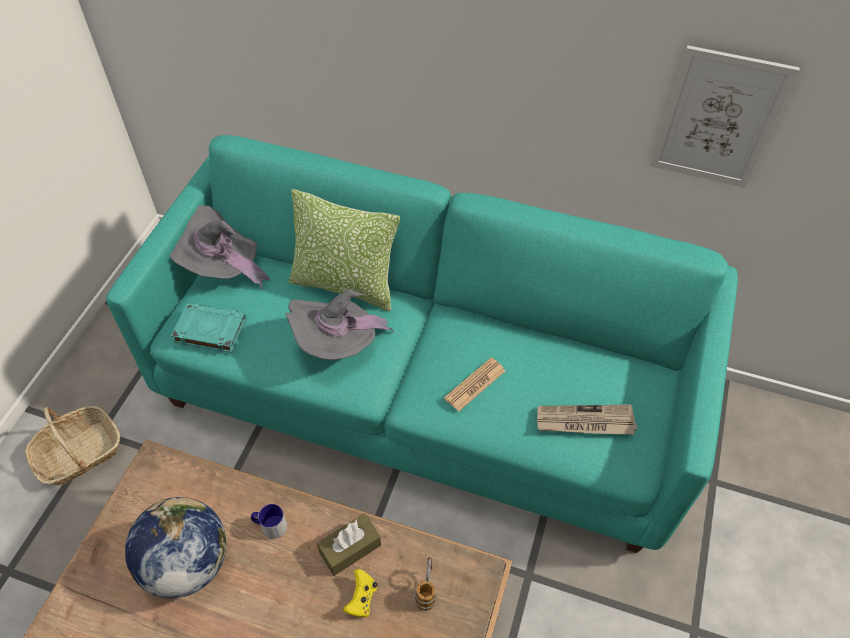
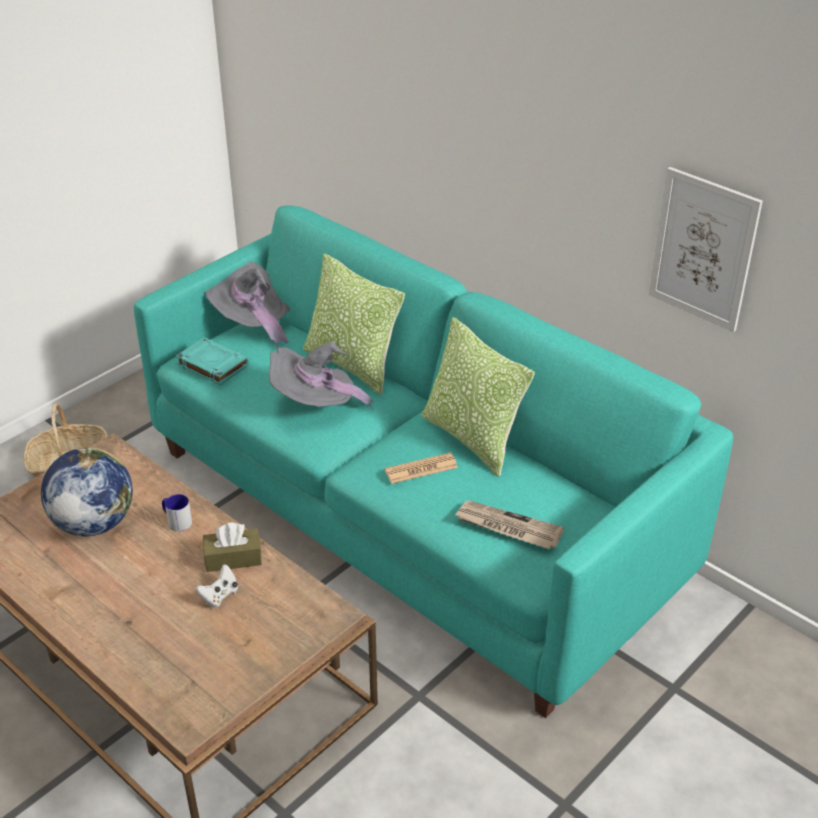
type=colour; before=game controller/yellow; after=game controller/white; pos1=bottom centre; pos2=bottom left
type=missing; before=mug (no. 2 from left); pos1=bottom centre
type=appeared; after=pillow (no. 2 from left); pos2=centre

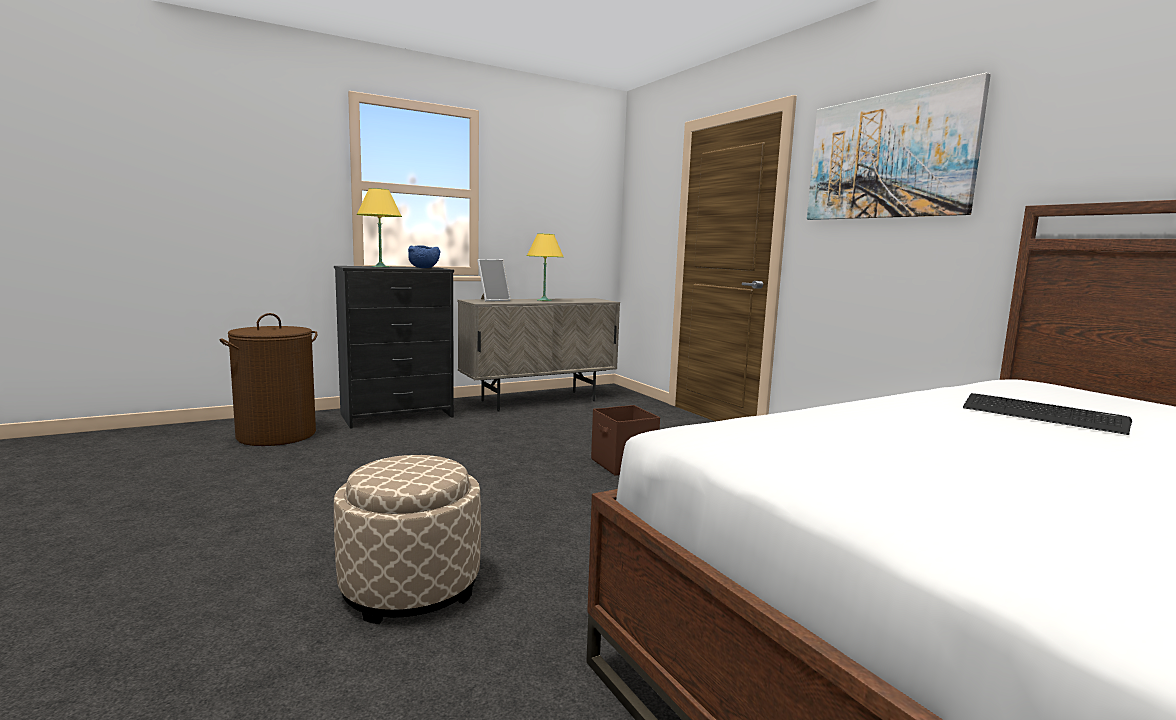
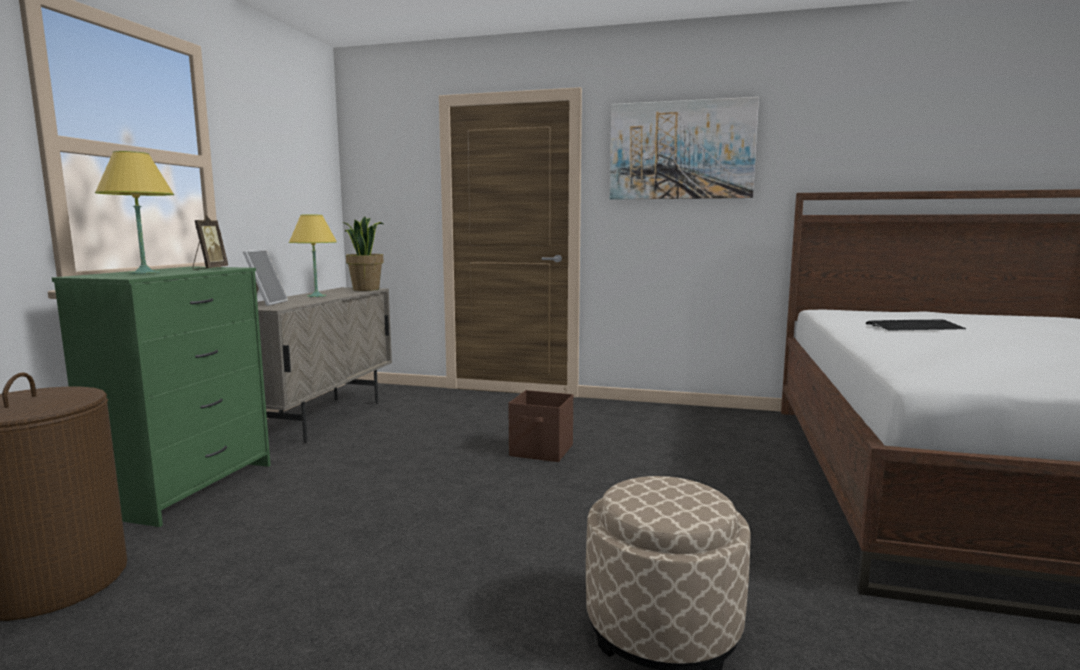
type=colour; before=dresser/black; after=dresser/green; pos1=centre; pos2=middle left
type=exchanged; before=bowl/blue; after=picture frame (no. 1 from left); pos1=centre; pos2=middle left
type=appeared; after=potted plant; pos2=centre

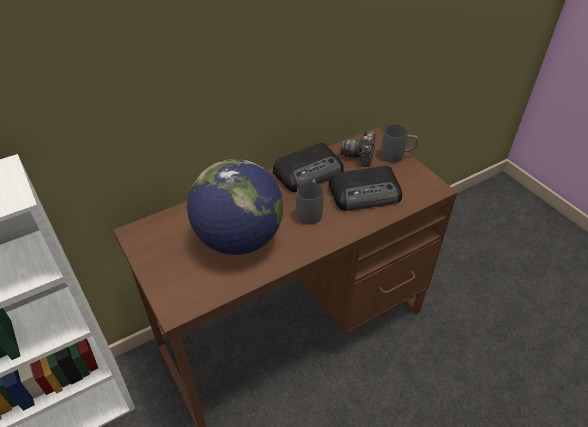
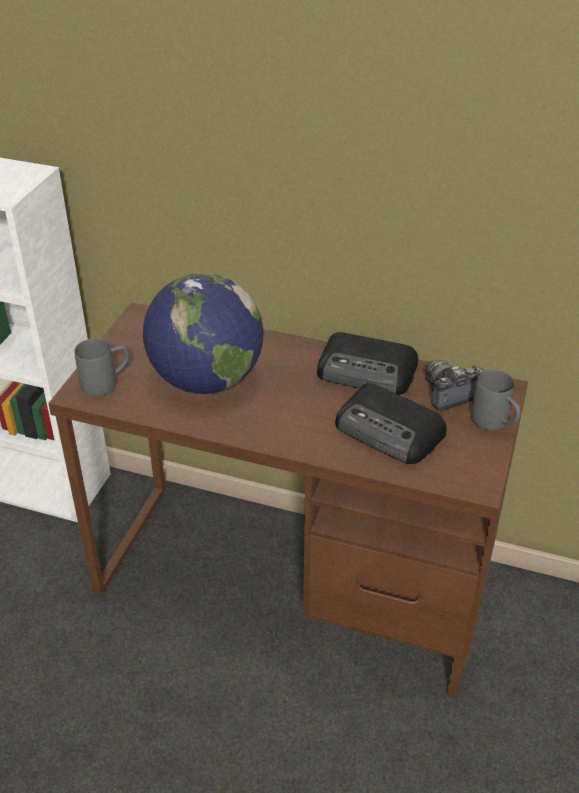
type=relocated; before=mug/grey (no. 1 from left); pos1=centre; pos2=middle left

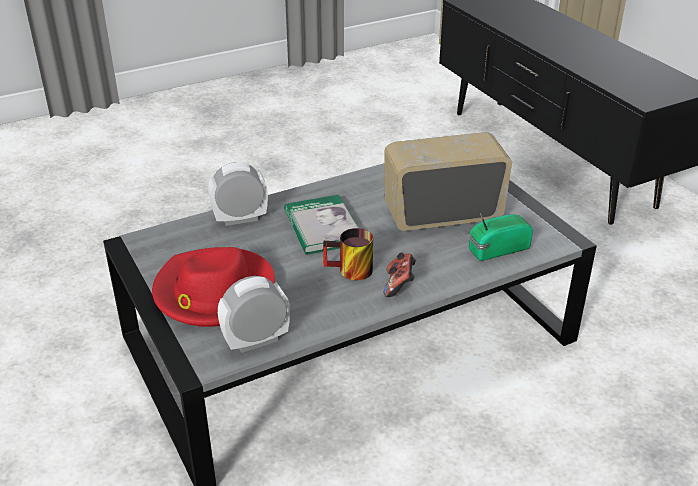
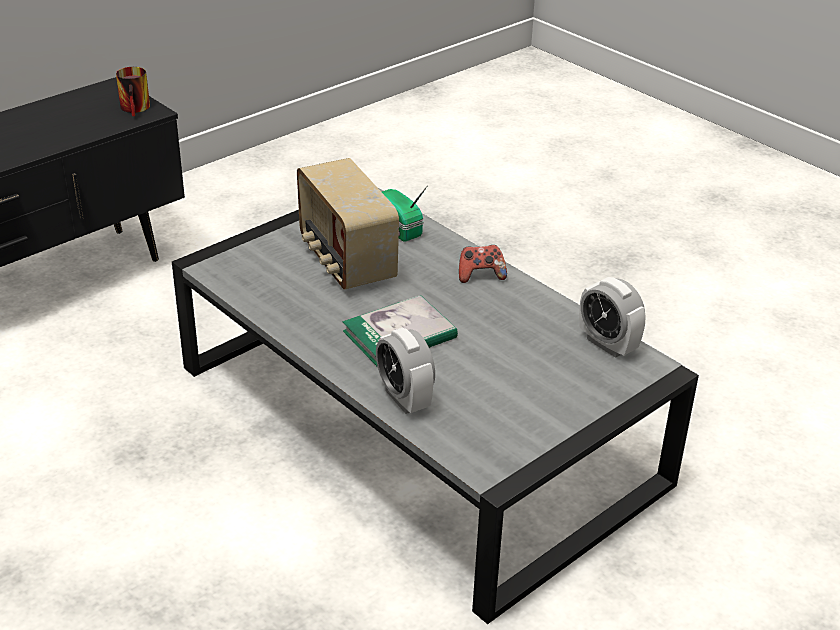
type=missing; before=hat/red; pos1=middle left
type=relocated; before=mug; pos1=centre; pos2=top left

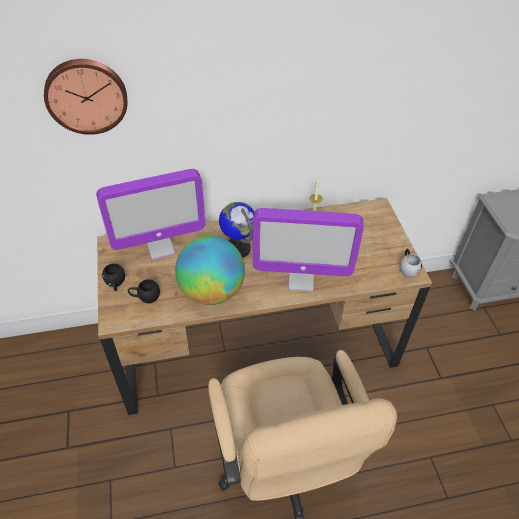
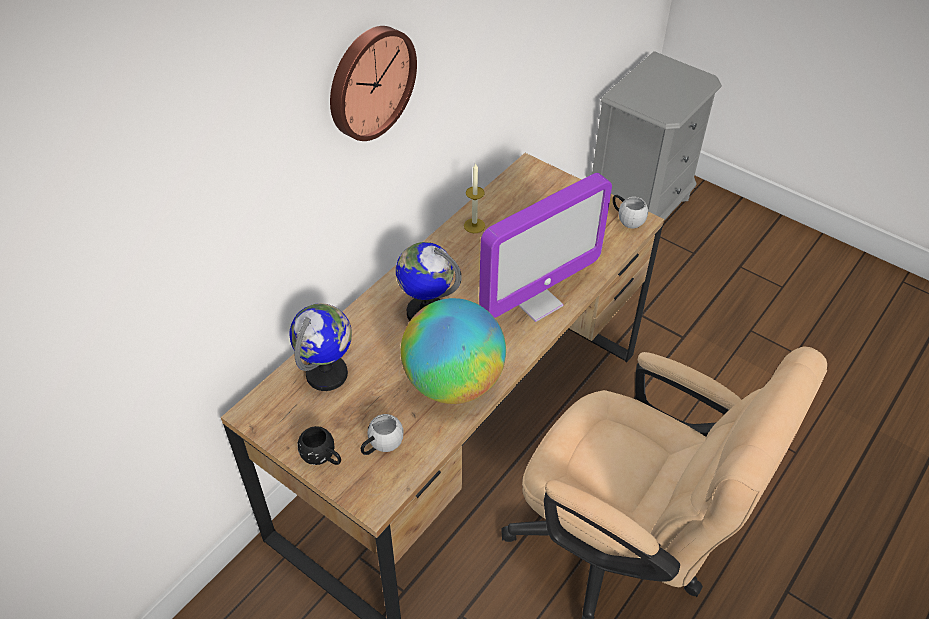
type=relocated; before=wall clock; pos1=top left; pos2=top centre
type=exchanged; before=monitor (no. 1 from left); after=globe (no. 1 from left); pos1=middle left; pos2=centre
type=colour; before=mug/black (no. 2 from left); after=mug/white (no. 1 from left); pos1=middle left; pos2=bottom centre

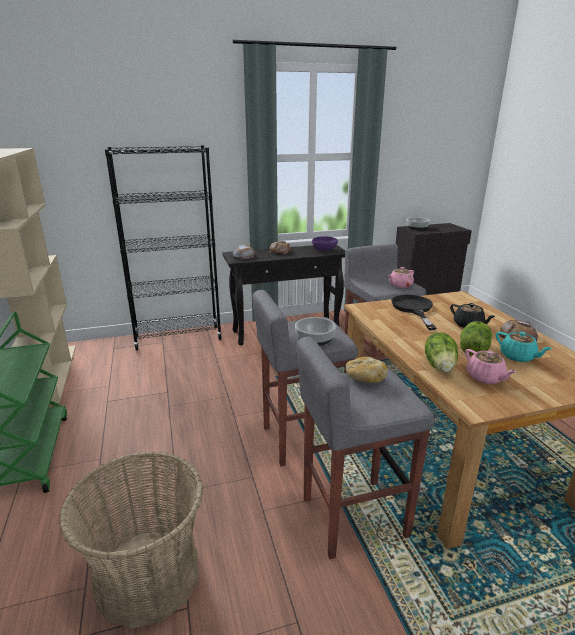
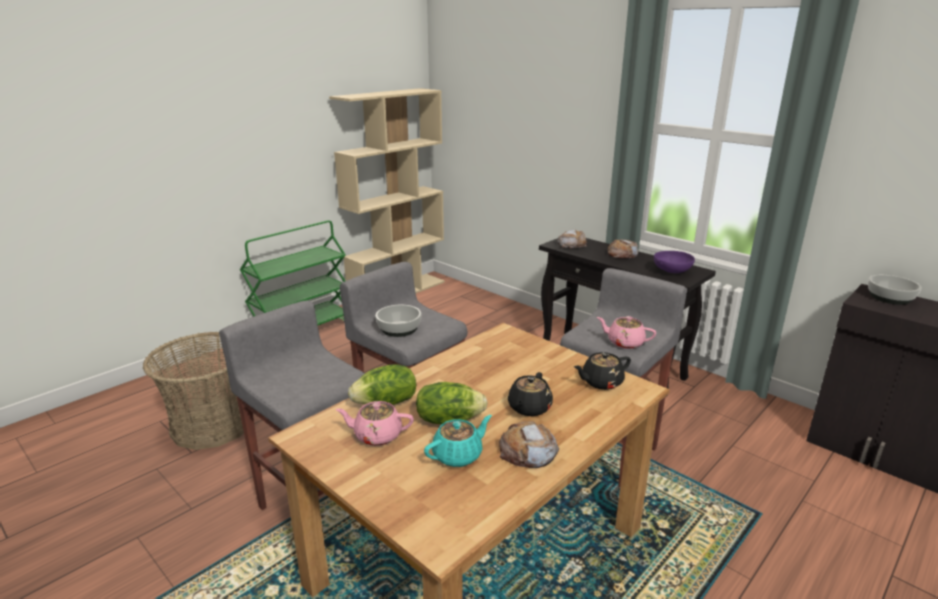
type=missing; before=bookcase/black; pos1=middle left
type=missing; before=bread (no. 3 from left); pos1=centre
type=missing; before=frying pan/black; pos1=middle right
type=spun; before=teapot/pink (no. 2 from left in the first image); pos1=middle right; pos2=bottom centre; turn=60
type=spun; before=teapot/turquoise; pos1=middle right; pos2=bottom centre; turn=-150
type=appeared; after=teapot/black (no. 2 from left); pos2=centre

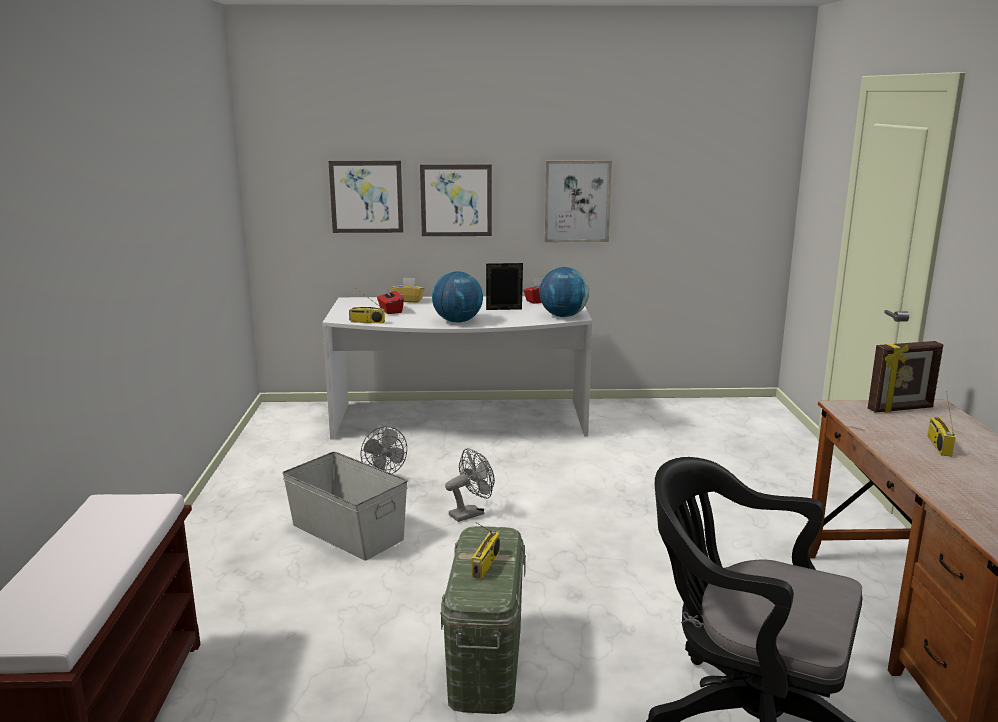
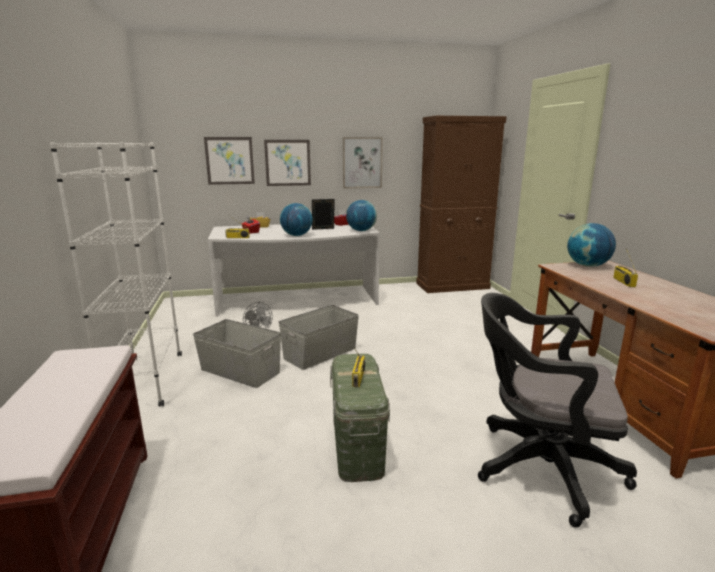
type=exchanged; before=fan/grey (no. 2 from left); after=storage box/grey (no. 2 from left); pos1=bottom centre; pos2=centre
type=exchanged; before=picture frame (no. 2 from left); after=globe (no. 3 from left); pos1=middle right; pos2=middle right
type=appeared; after=bookcase/white; pos2=middle left
type=appeared; after=cabinet/brown; pos2=centre

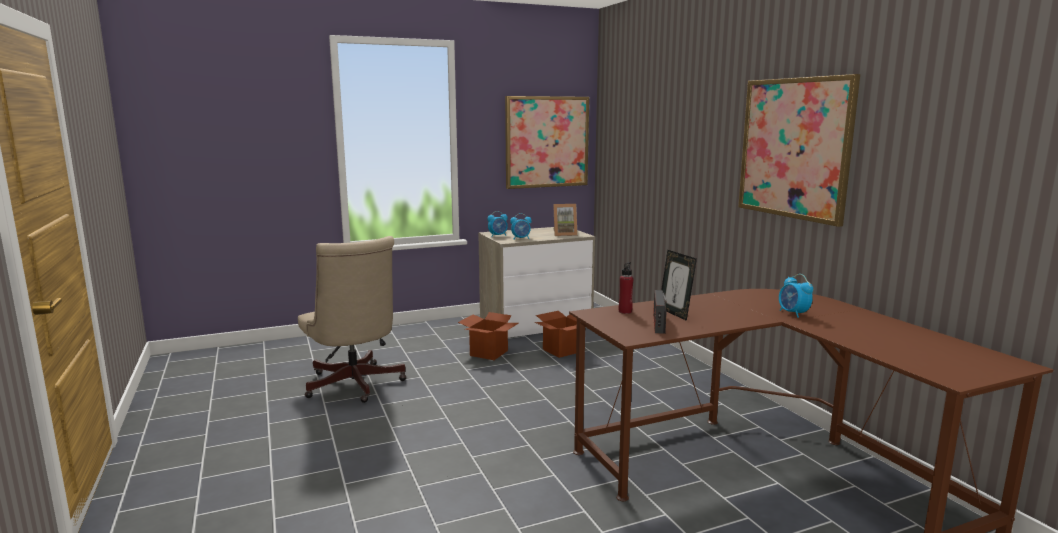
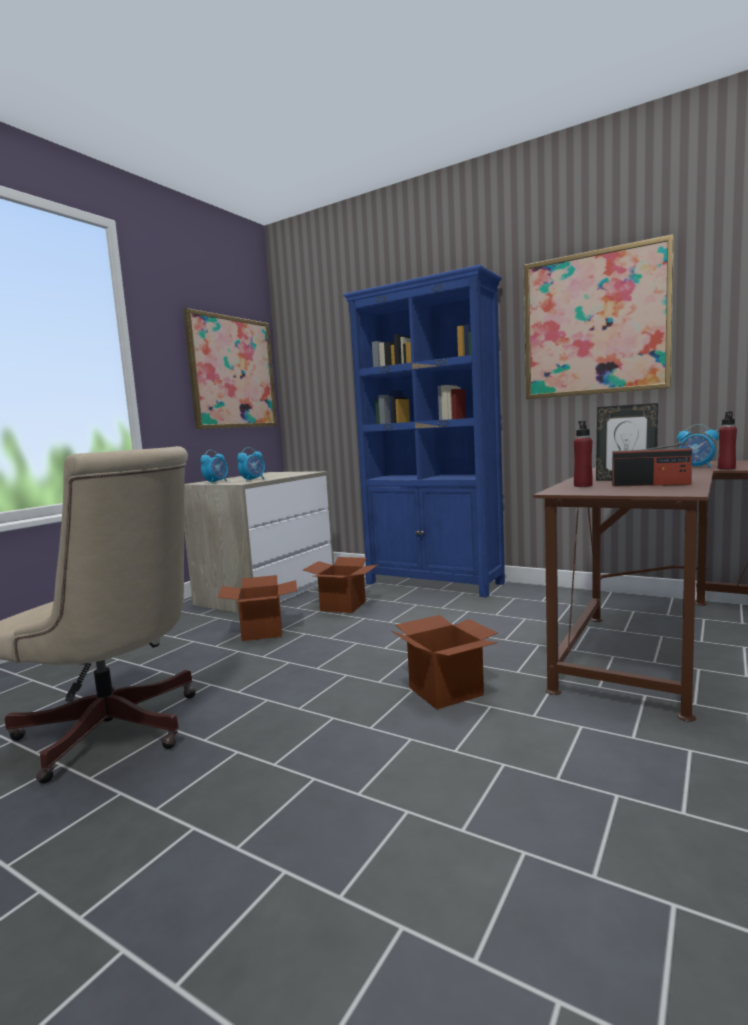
type=missing; before=picture frame (no. 1 from left); pos1=centre
type=spun; before=radio; pos1=centre; pos2=middle right; turn=-45
type=appeared; after=bookcase/blue; pos2=centre
type=appeared; after=cardboard box (no. 3 from left); pos2=centre
type=appeared; after=bottle/red (no. 2 from left); pos2=middle right

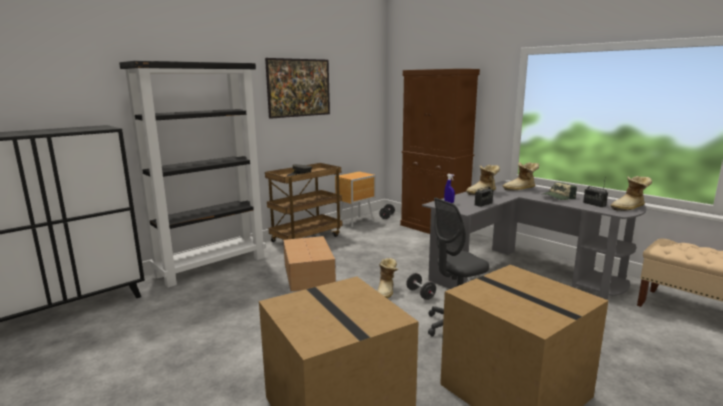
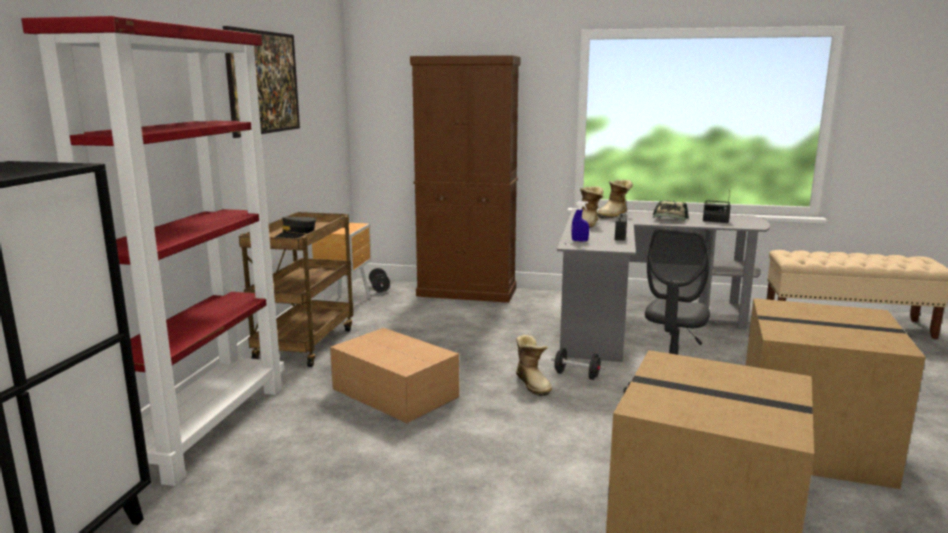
type=colour; before=bookcase/black; after=bookcase/red; pos1=middle left; pos2=middle left
type=missing; before=boot (no. 4 from left); pos1=middle right

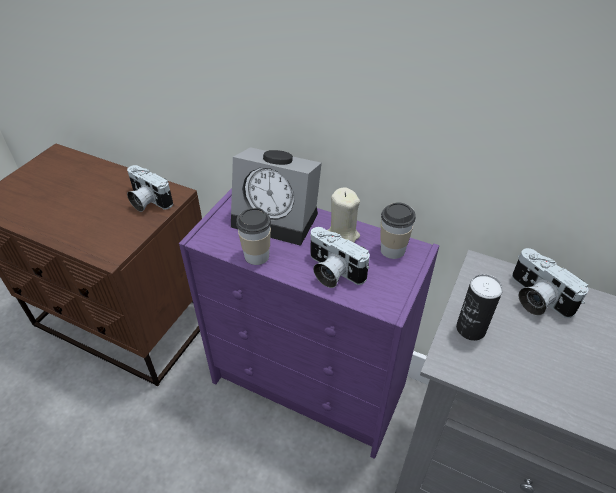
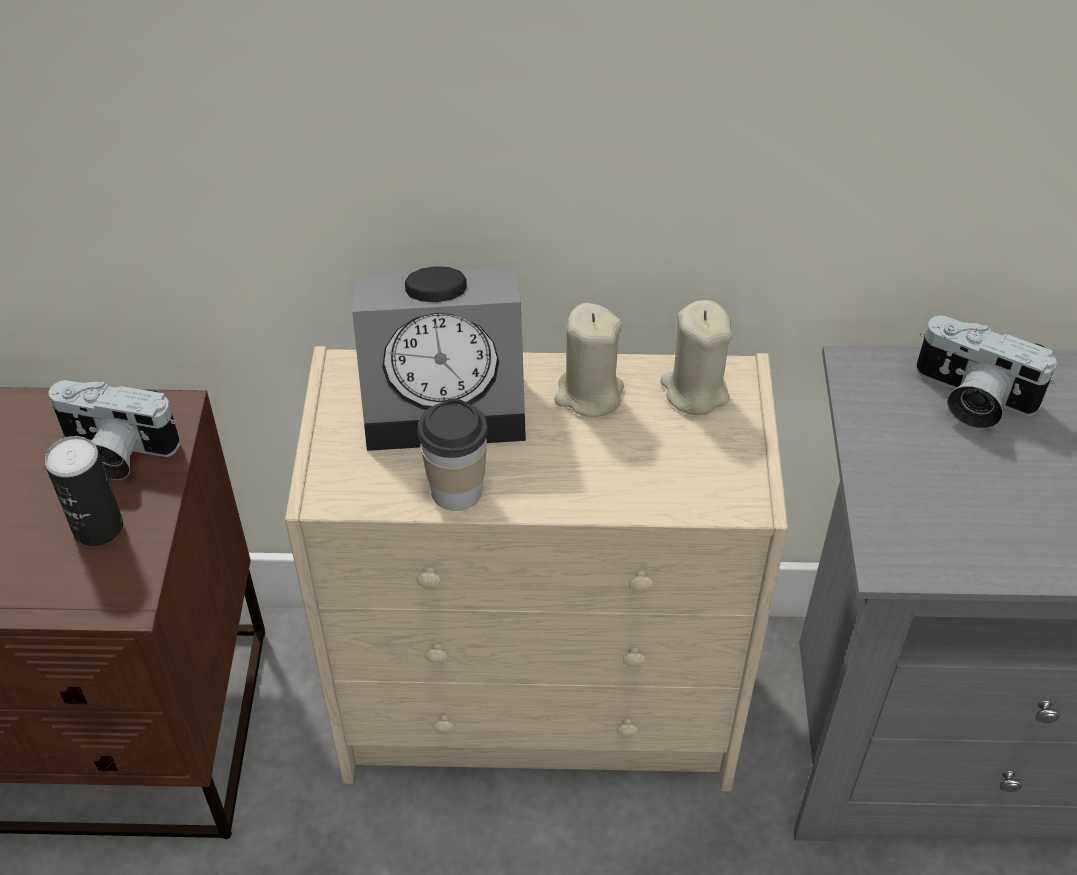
type=colour; before=dresser/purple; after=dresser/beige; pos1=centre; pos2=centre
type=missing; before=photo camera (no. 2 from left); pos1=centre
type=exchanged; before=cup (no. 2 from left); after=candle/beige (no. 2 from left); pos1=centre; pos2=centre
type=relocated; before=can; pos1=middle right; pos2=middle left

